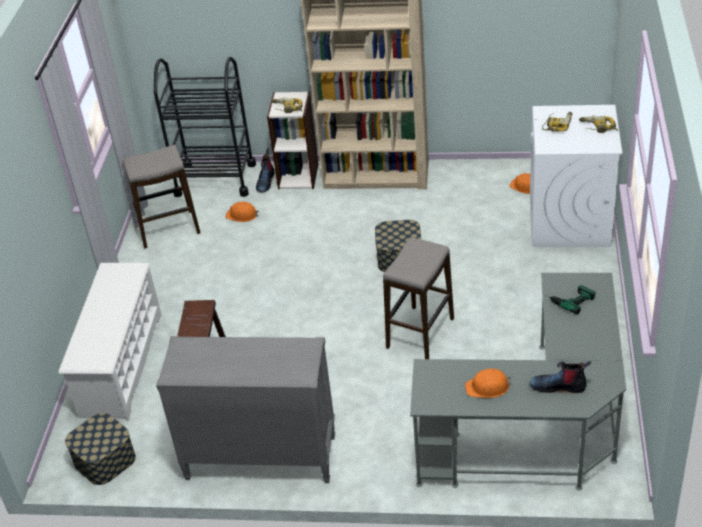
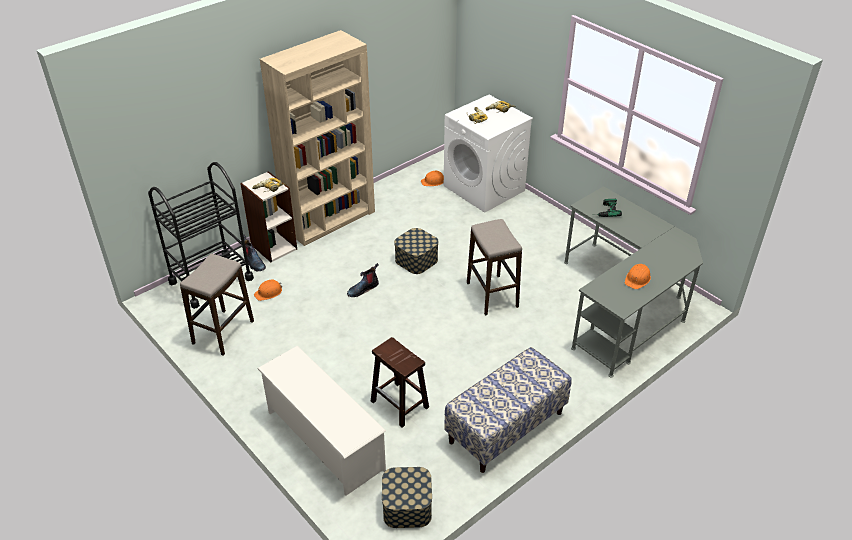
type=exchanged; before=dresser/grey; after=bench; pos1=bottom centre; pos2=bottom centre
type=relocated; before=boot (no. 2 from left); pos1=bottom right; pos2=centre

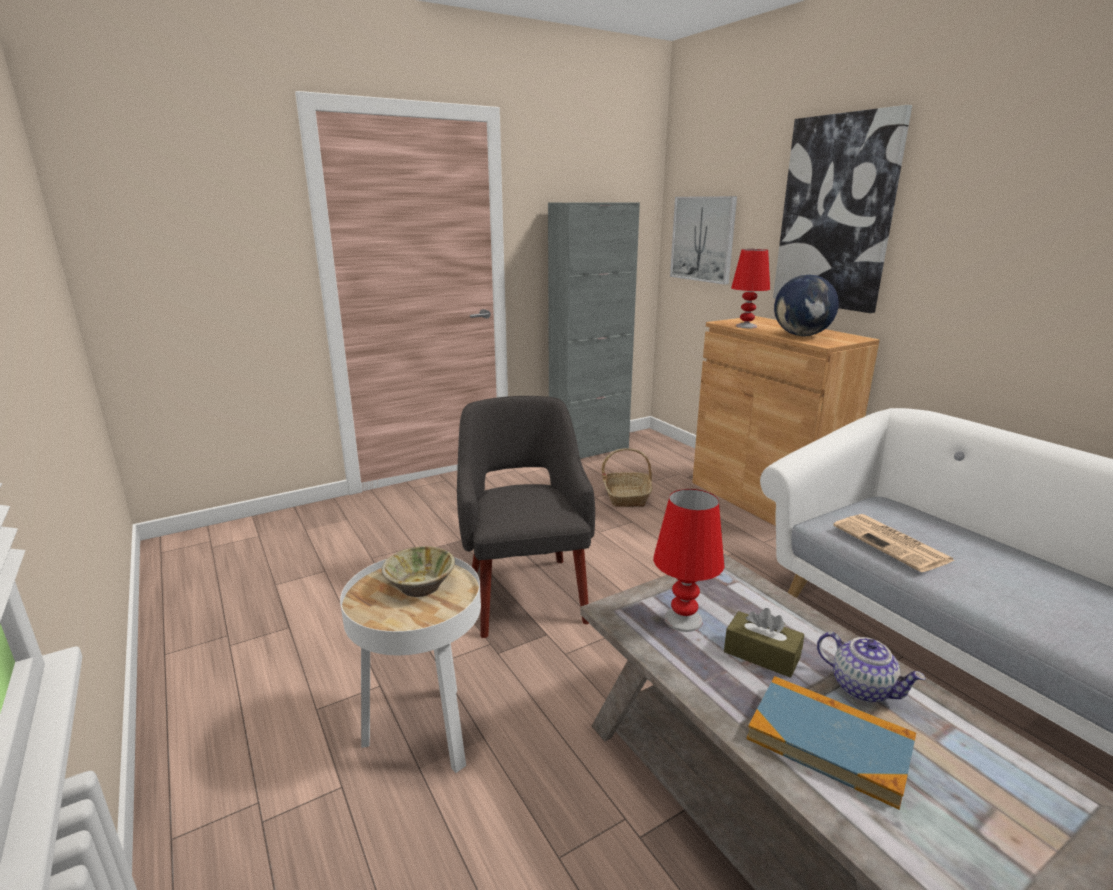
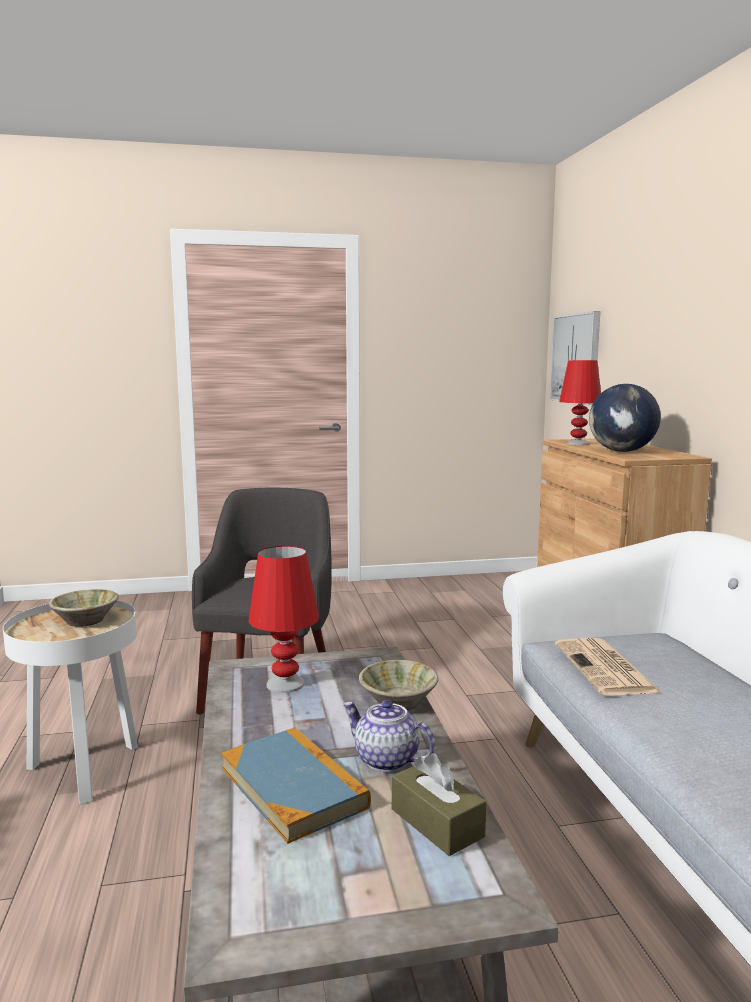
type=missing; before=cabinet/grey; pos1=centre
type=missing; before=basket; pos1=centre
type=relocated; before=tissue box/brown; pos1=bottom right; pos2=bottom centre
type=missing; before=picture (no. 2 from left); pos1=top right
type=spun; before=teapot; pos1=bottom right; pos2=bottom centre; turn=150
type=appeared; after=bowl/beige (no. 2 from left); pos2=bottom centre

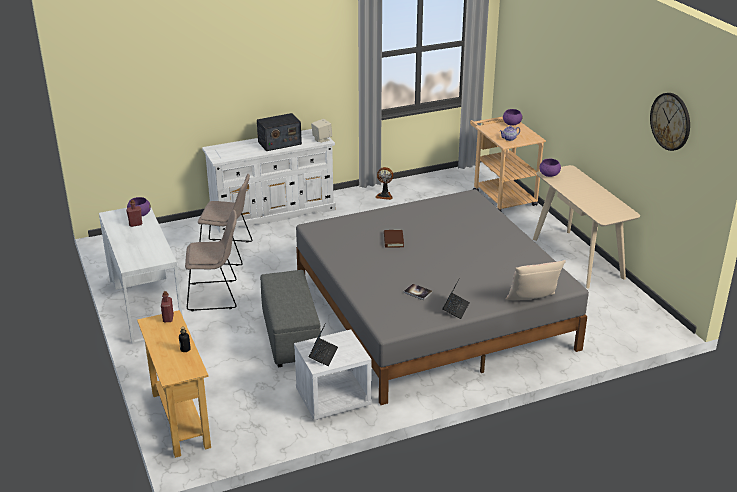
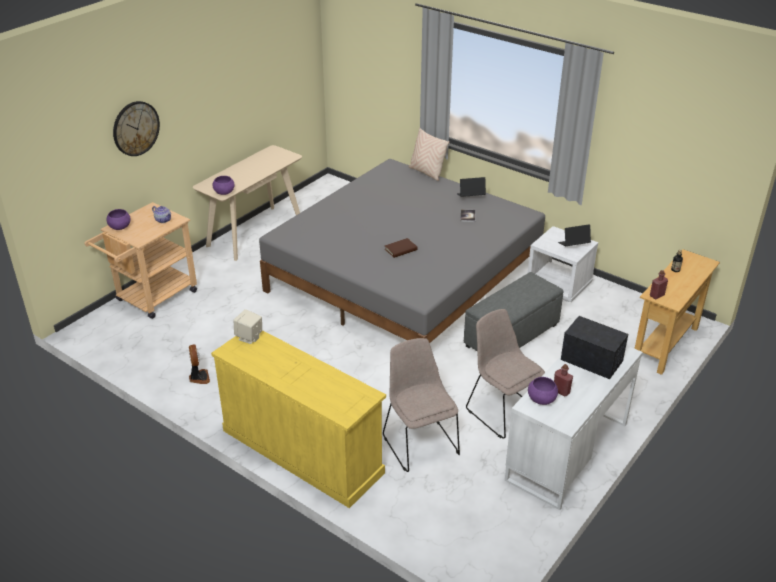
type=colour; before=dresser/white; after=dresser/yellow; pos1=centre; pos2=bottom centre
type=relocated; before=radio; pos1=top centre; pos2=middle right
type=relocated; before=wall clock; pos1=top right; pos2=top left

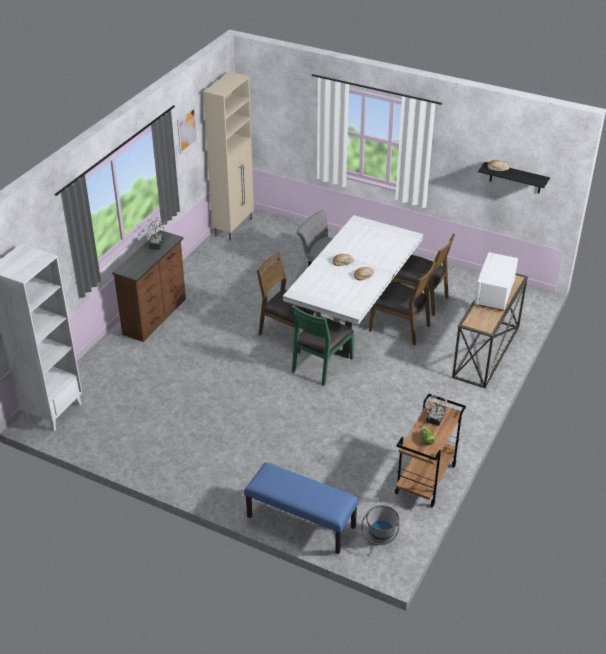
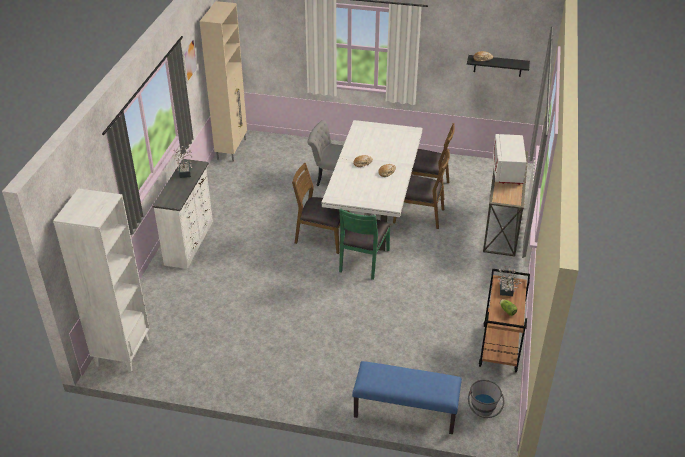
type=colour; before=dresser/brown; after=dresser/white; pos1=middle left; pos2=middle left

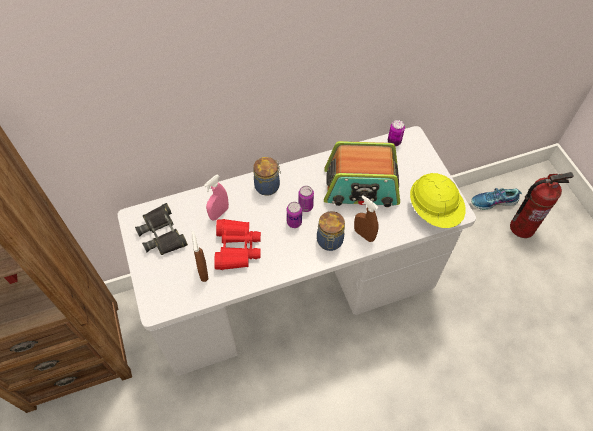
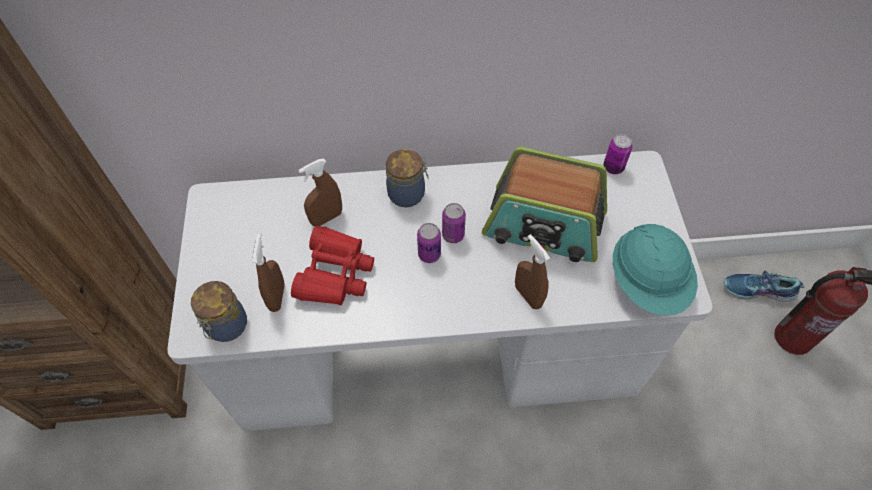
type=missing; before=binoculars/black; pos1=middle left
type=colour; before=spray bottle/pink; after=spray bottle/brown (no. 2 from left); pos1=centre; pos2=centre
type=relocated; before=jar (no. 2 from left in the first image); after=jar (no. 1 from left); pos1=centre; pos2=middle left
type=colour; before=hard hat/yellow; after=hard hat/turquoise; pos1=middle right; pos2=middle right

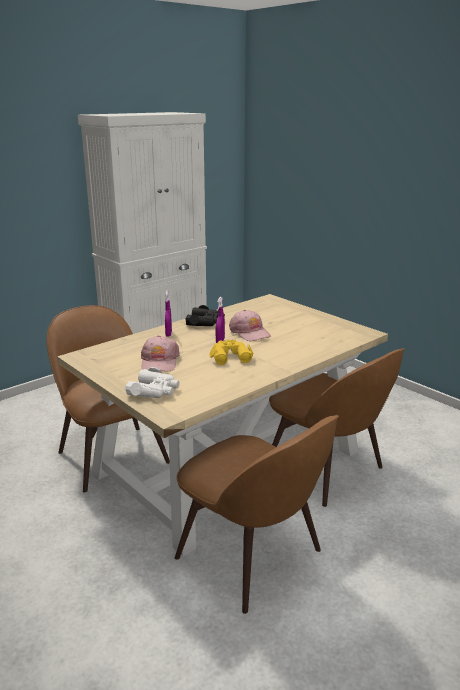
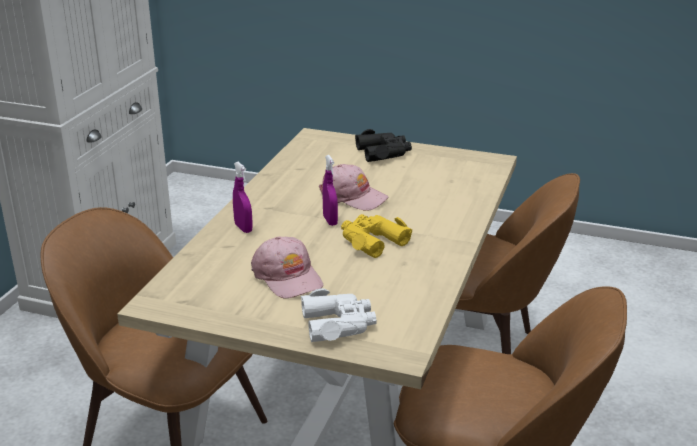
type=relocated; before=binoculars/black; pos1=centre; pos2=top centre

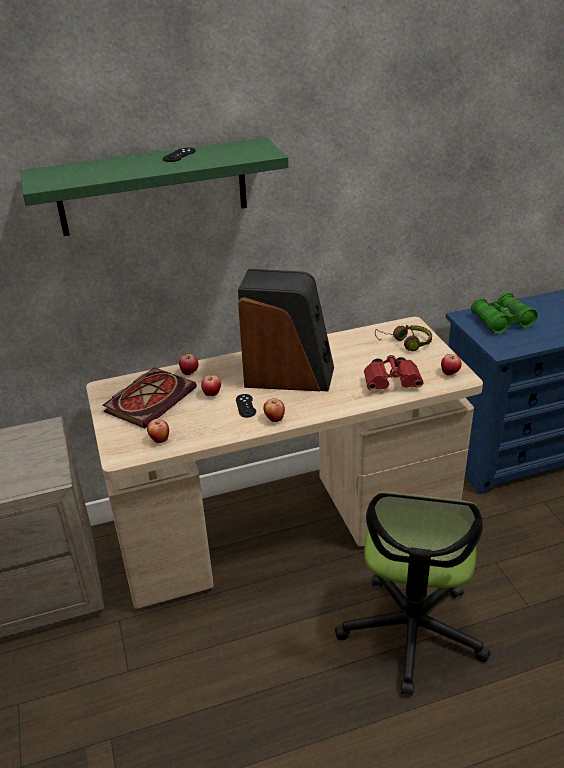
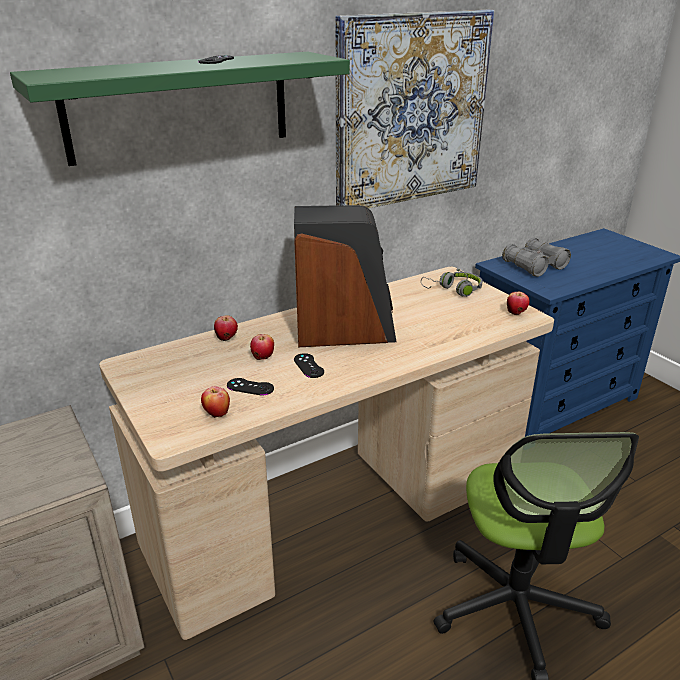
type=missing; before=book; pos1=middle left
type=missing; before=apple (no. 4 from left); pos1=centre
type=missing; before=binoculars/red; pos1=middle right
type=colour; before=headphones/brown; after=headphones/grey; pos1=middle right; pos2=centre
type=colour; before=binoculars/green; after=binoculars/grey; pos1=middle right; pos2=middle right
type=appeared; after=game controller/black (no. 2 from left); pos2=centre
type=appeared; after=picture; pos2=top centre

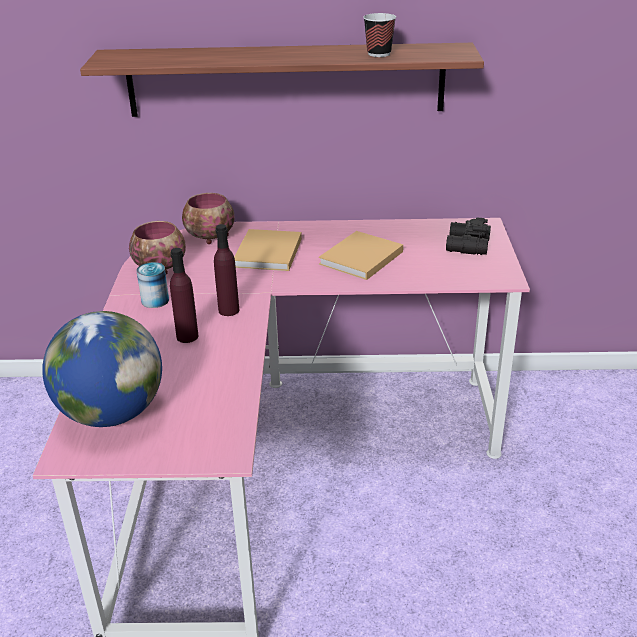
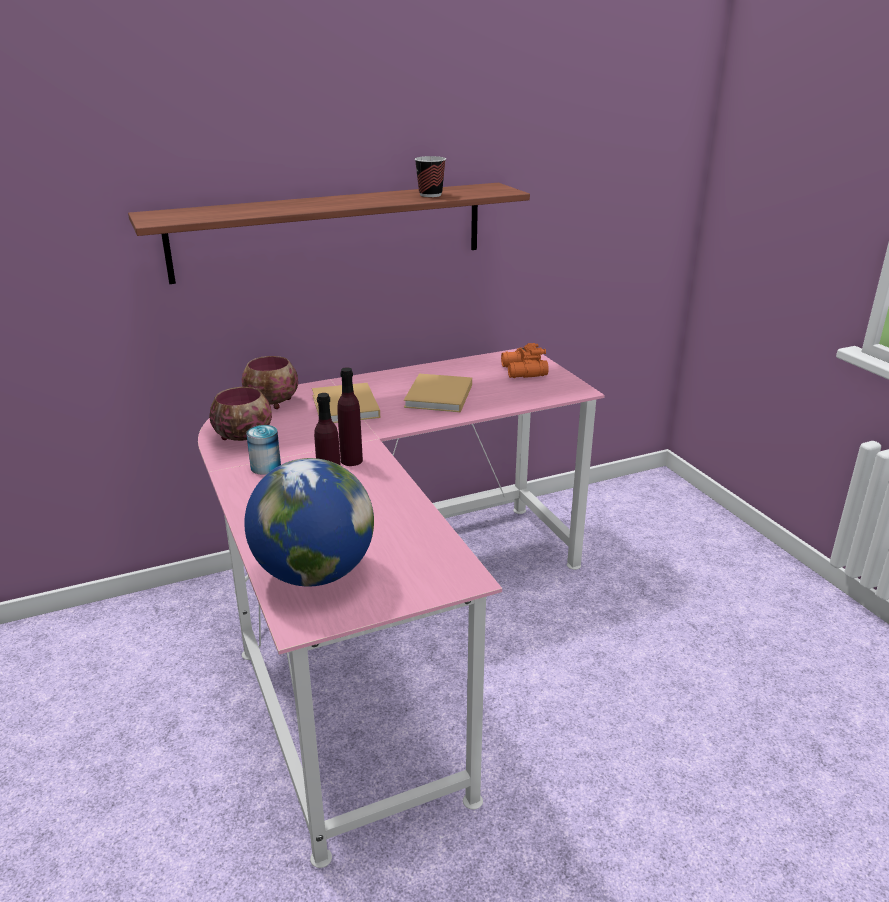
type=colour; before=binoculars/black; after=binoculars/orange; pos1=middle right; pos2=centre

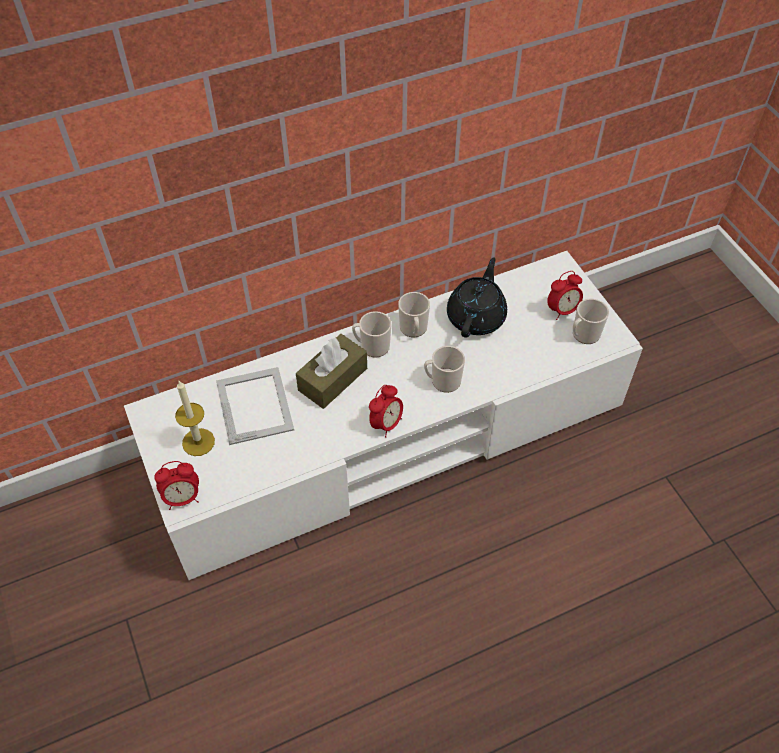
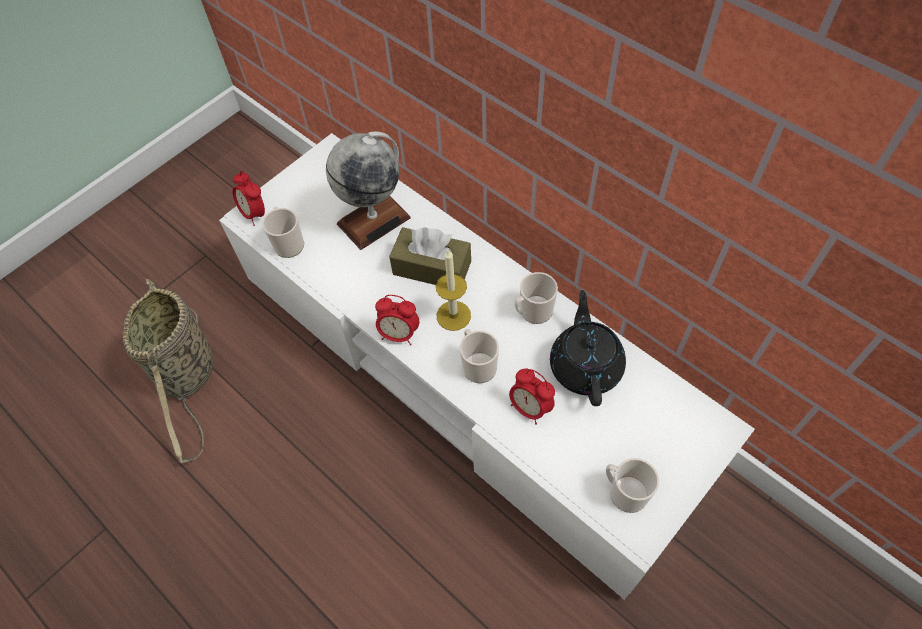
type=relocated; before=candle; pos1=middle left; pos2=centre
type=exchanged; before=picture frame; after=globe; pos1=middle left; pos2=top centre
type=relocated; before=mug (no. 1 from left); pos1=centre; pos2=middle left
type=spun; before=teapot/black; pos1=centre; pos2=centre; turn=-90
type=relocated; before=alarm clock (no. 3 from left); pos1=middle right; pos2=centre
type=appeared; after=basket; pos2=middle left

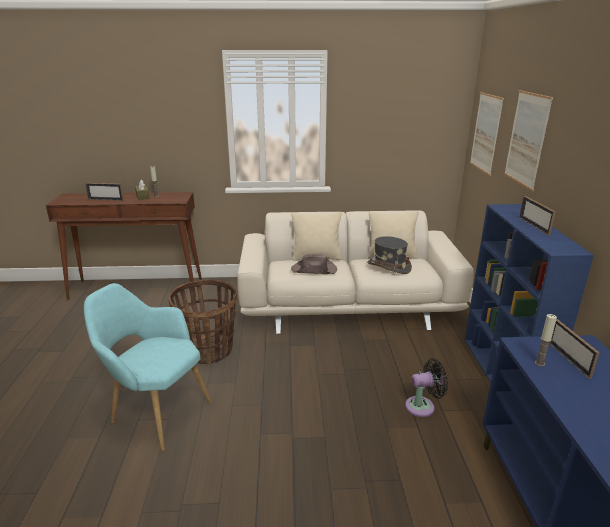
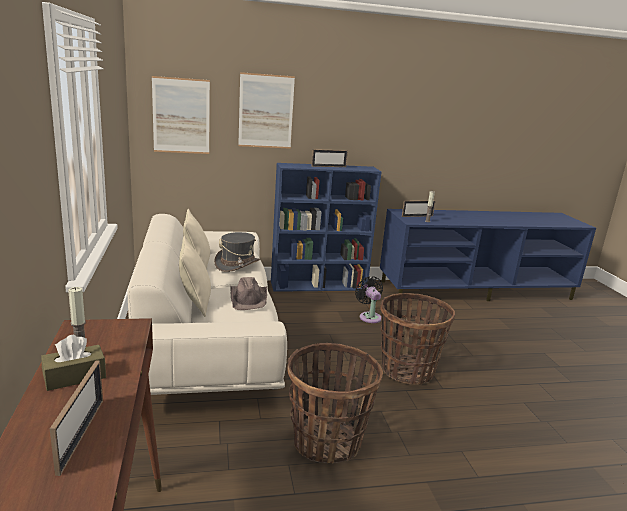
type=missing; before=armchair/turquoise; pos1=bottom left
type=appeared; after=basket (no. 2 from left); pos2=centre

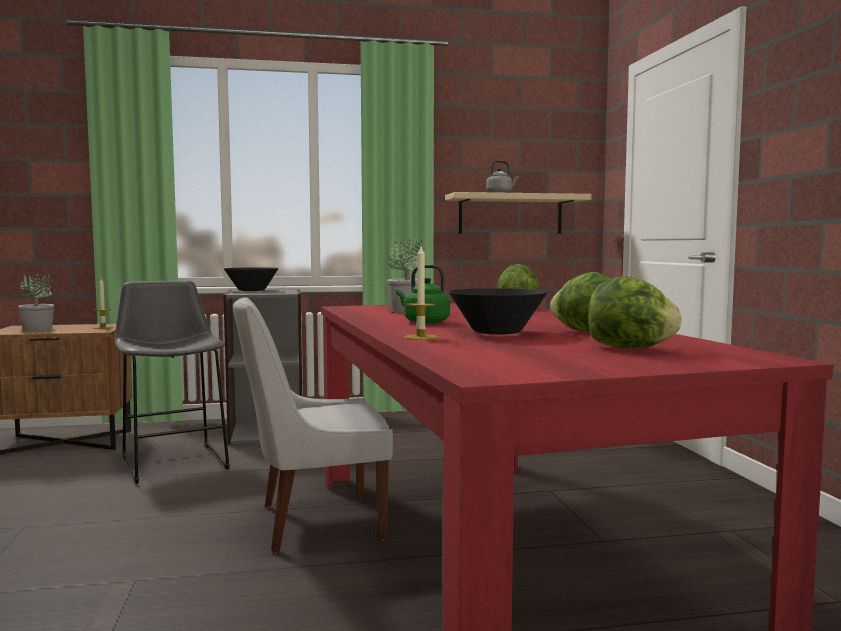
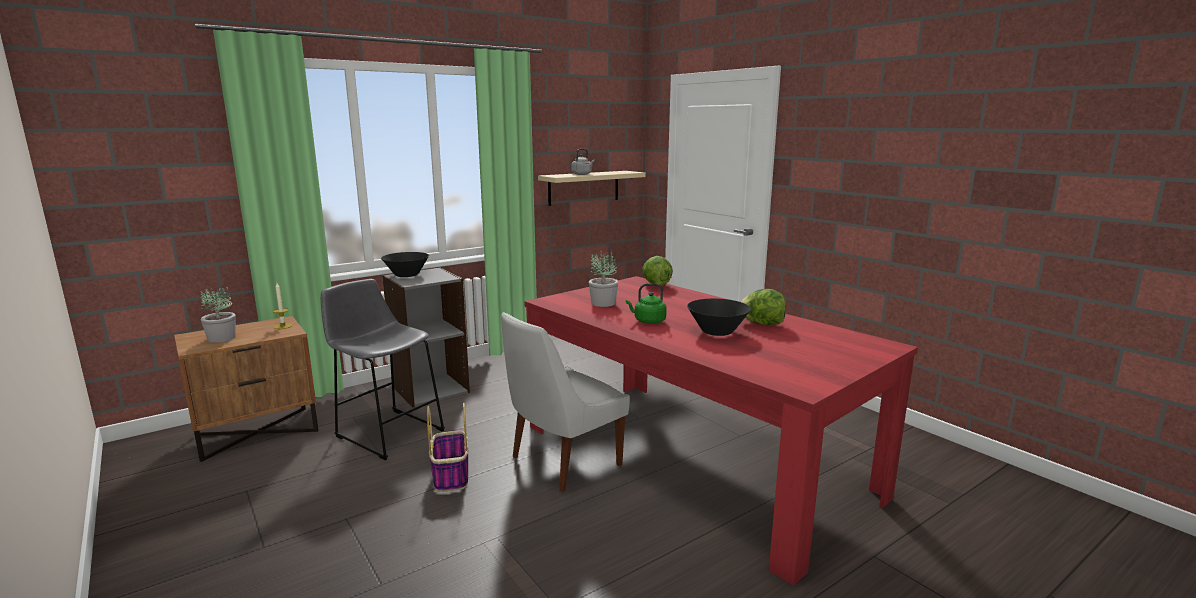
type=missing; before=candle (no. 2 from left); pos1=centre
type=missing; before=lettuce (no. 3 from left); pos1=middle right
type=appeared; after=basket; pos2=bottom centre

